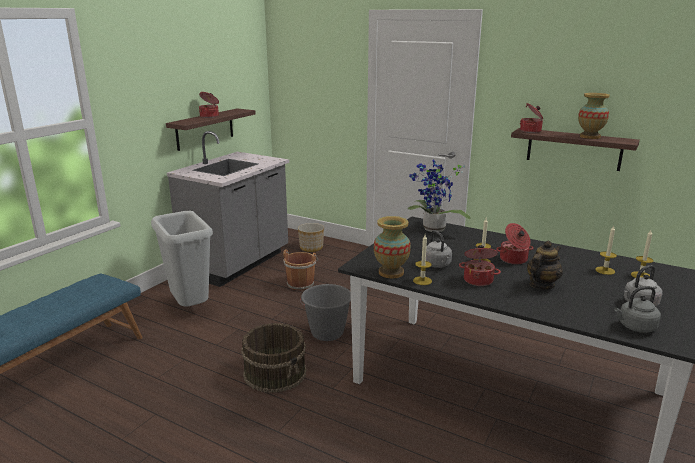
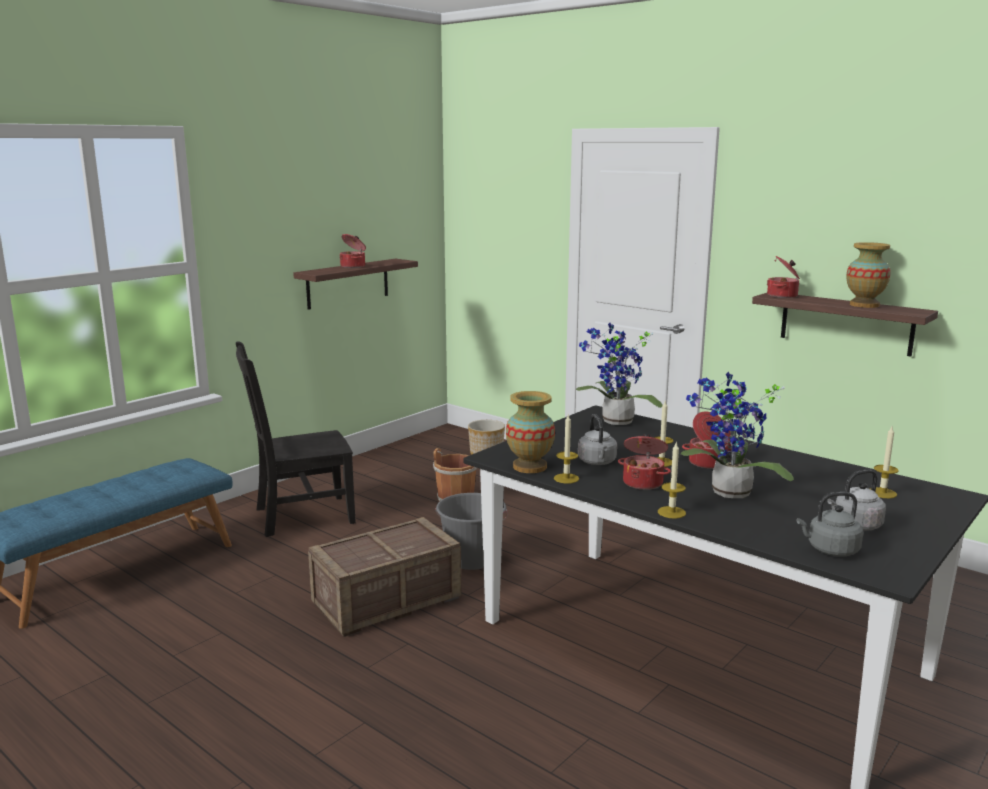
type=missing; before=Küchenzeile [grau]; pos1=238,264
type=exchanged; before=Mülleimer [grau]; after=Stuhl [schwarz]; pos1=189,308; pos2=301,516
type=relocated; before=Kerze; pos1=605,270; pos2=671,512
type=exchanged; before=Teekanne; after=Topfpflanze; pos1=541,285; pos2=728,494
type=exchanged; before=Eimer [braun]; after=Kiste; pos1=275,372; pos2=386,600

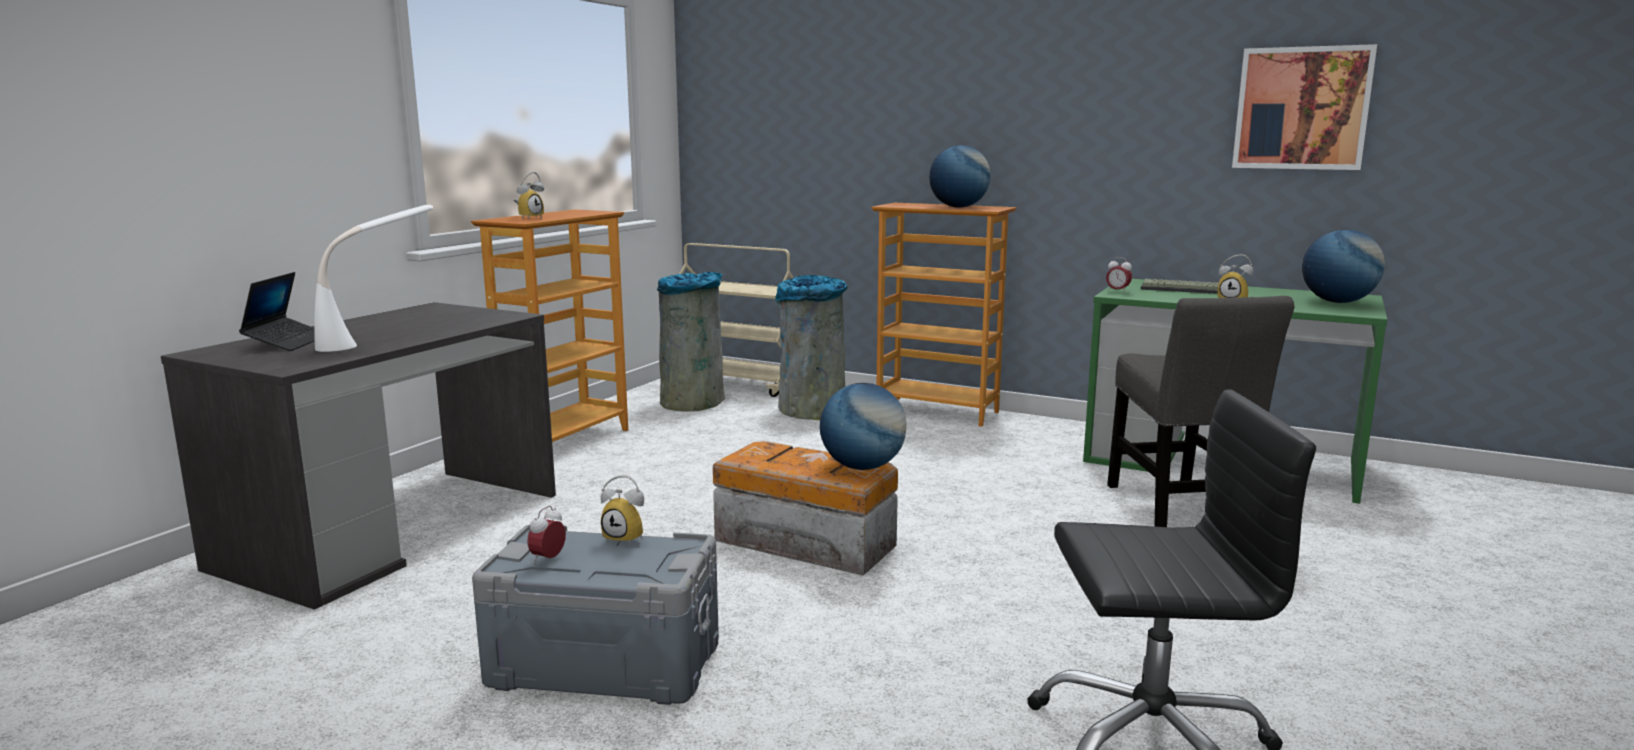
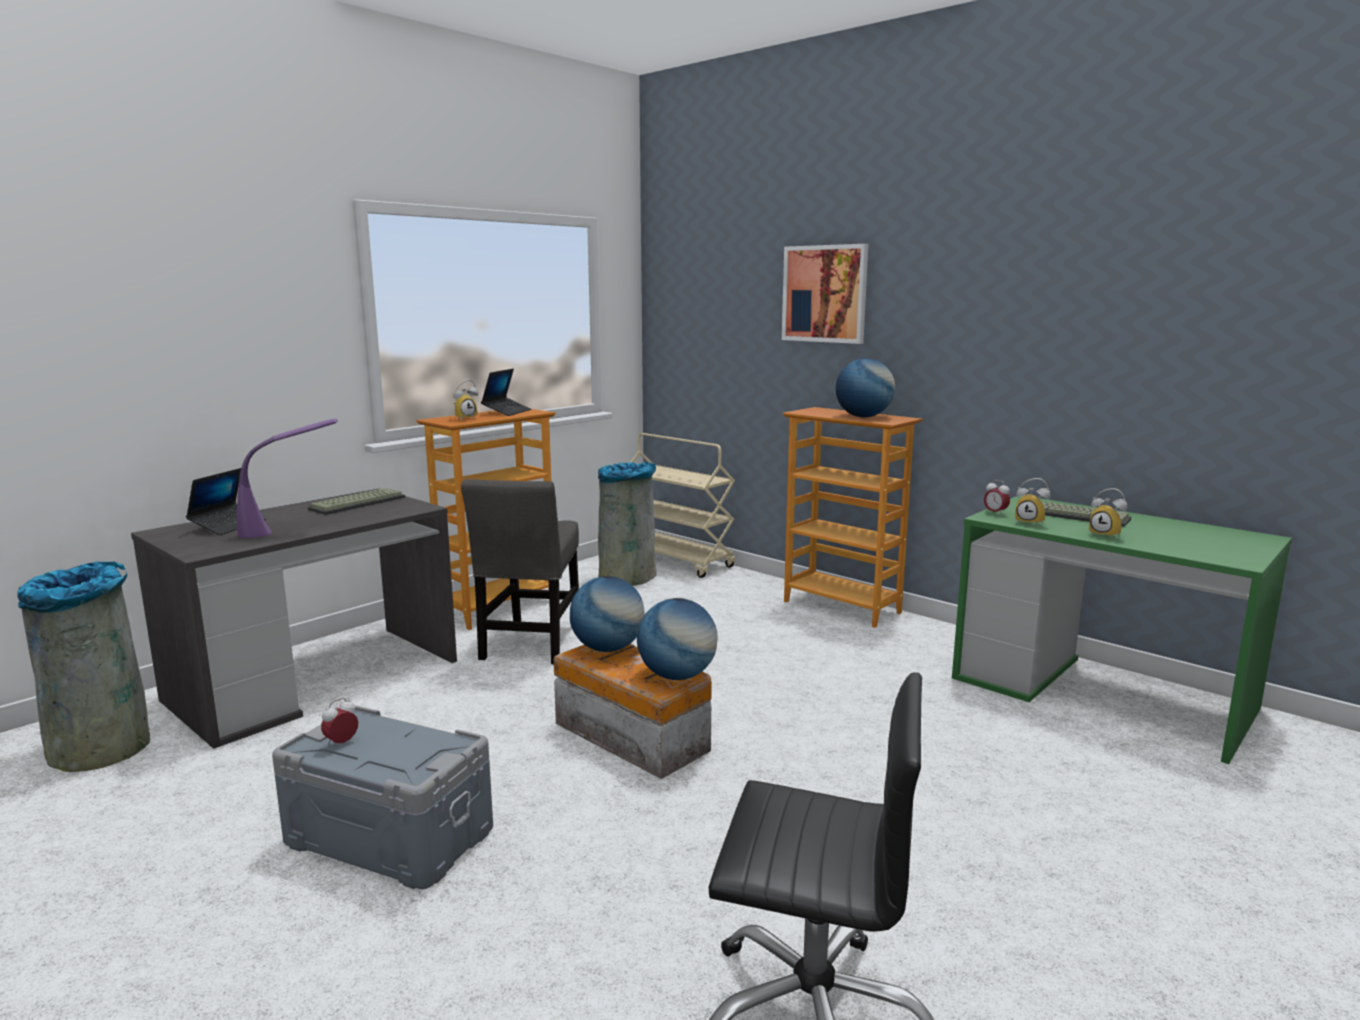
type=relocated; before=Bild; pos1=1301,108; pos2=825,294
type=colour; before=Tischlampe [weiß]; after=Tischlampe [lila]; pos1=382,342; pos2=294,531
type=relocated; before=Globus; pos1=1337,302; pos2=607,648
type=relocated; before=Mülleimer [grau]; pos1=811,410; pos2=101,746
type=relocated; before=Stuhl [grau]; pos1=1180,509; pos2=531,644
type=relocated; before=Wecker; pos1=627,538; pos2=1031,522
type=appeared; after=Laptop; pos2=507,412
type=appeared; after=Tastatur; pos2=358,503

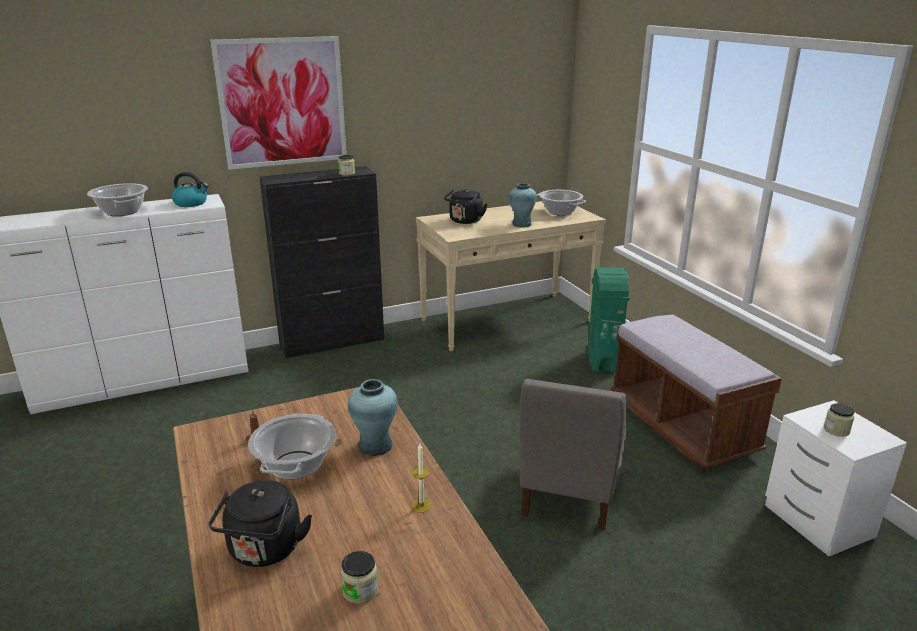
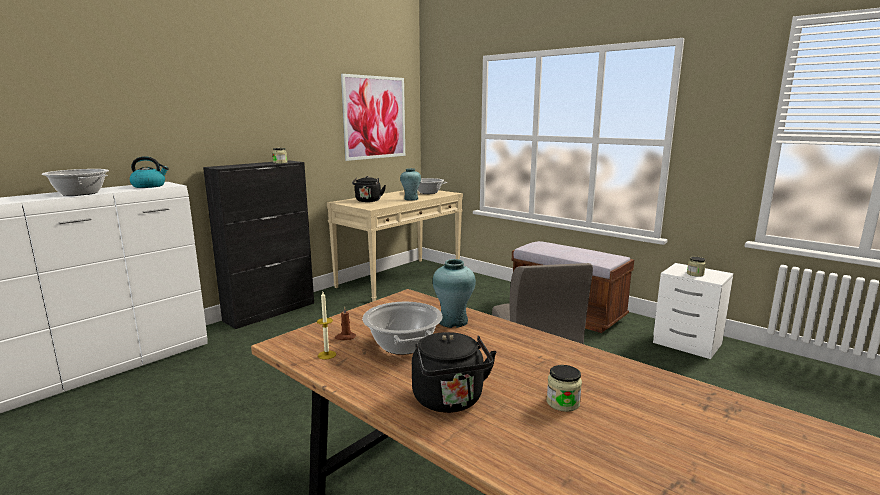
type=relocated; before=Bild; pos1=282,102; pos2=374,117
type=missing; before=Mülleimer [grün]; pos1=603,361
type=relocated; before=Kerze; pos1=421,505; pos2=327,355

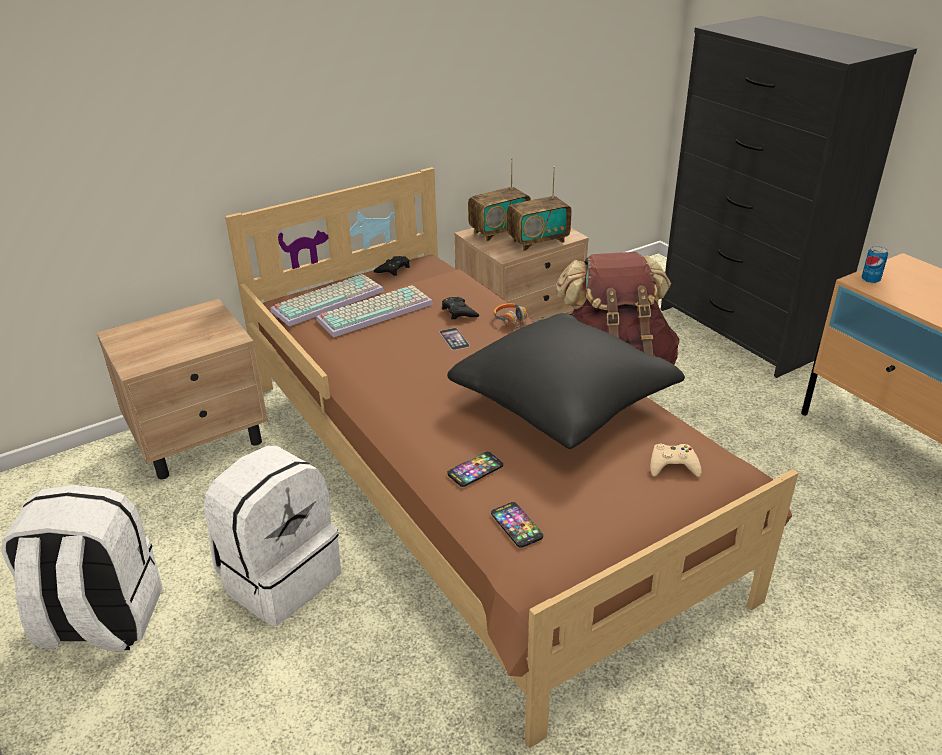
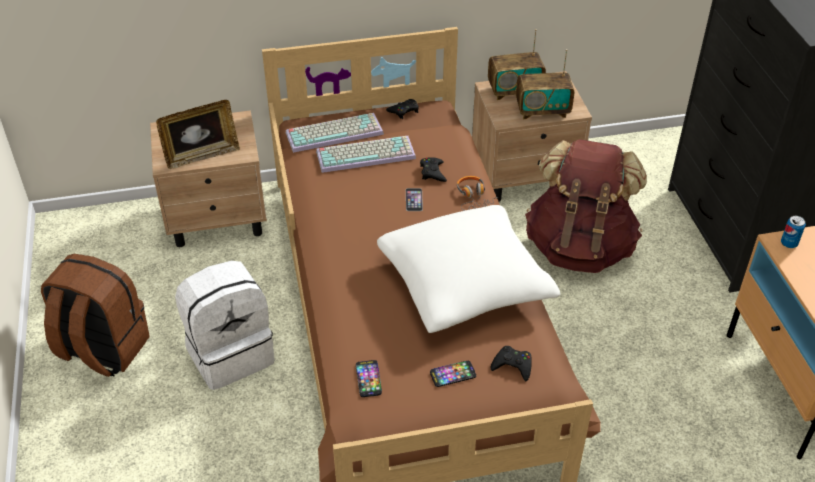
type=colour; before=Kissen [schwarz]; after=Kissen [weiß]; pos1=563,401; pos2=465,284
type=colour; before=Gamepad [beige]; after=Gamepad [schwarz]; pos1=673,465; pos2=513,365
type=relocated; before=Handy; pos1=475,470; pos2=453,374
type=colour; before=Rucksack [weiß]; after=Rucksack [braun]; pos1=101,621; pos2=102,349
type=appeared; after=Bilderrahmen; pos2=202,155

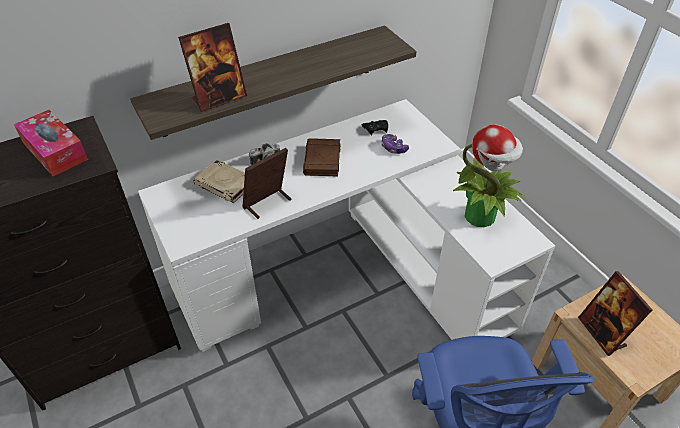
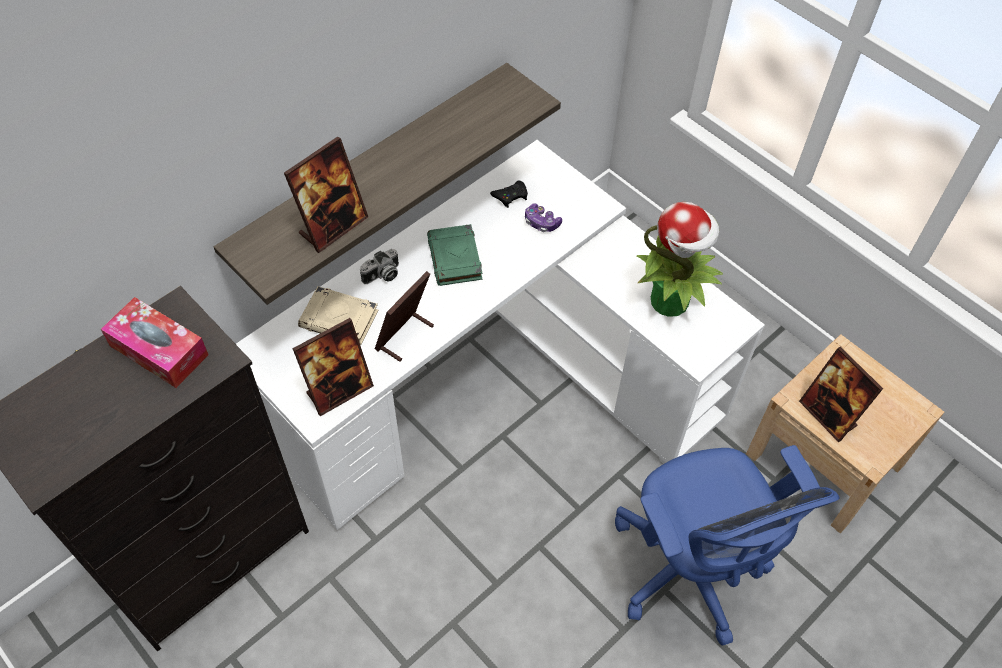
type=colour; before=Buch [braun]; after=Buch [grün]; pos1=322,161; pos2=455,259
type=appeared; after=Bilderrahmen; pos2=339,390

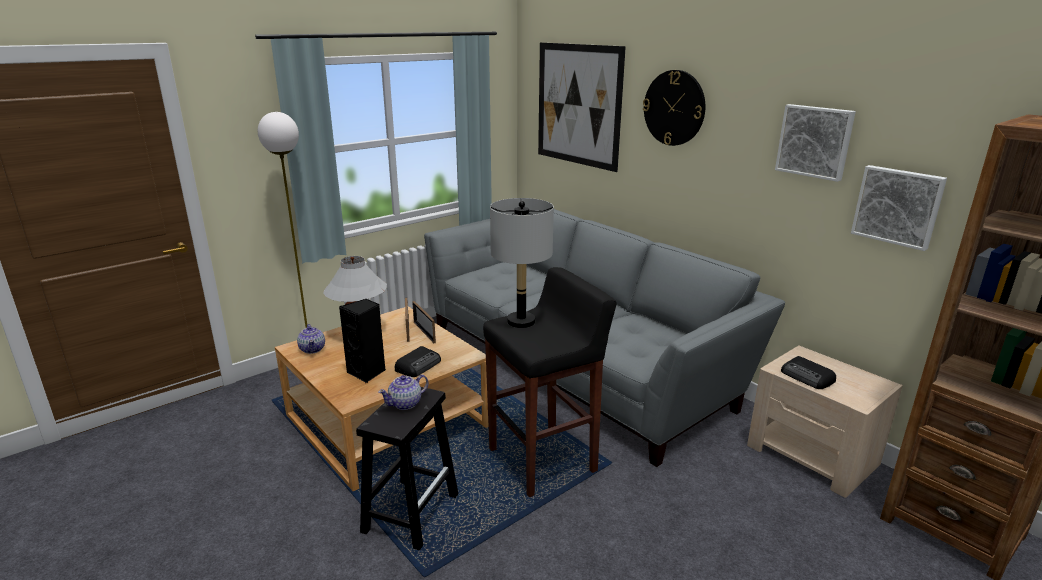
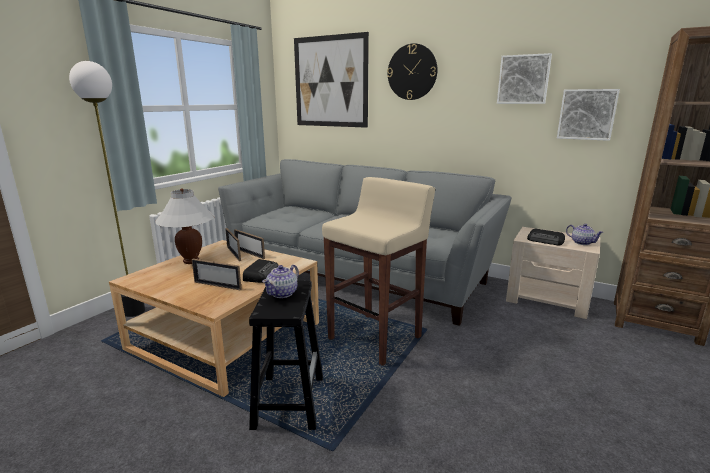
type=missing; before=Tischlampe [grau]; pos1=521,321
type=colour; before=Hocker [schwarz]; after=Hocker [beige]; pos1=544,460; pos2=376,337
type=exchanged; before=Lautsprecher [schwarz]; after=Bilderrahmen; pos1=367,372; pos2=217,285
type=relocated; before=Teekanne; pos1=312,349; pos2=581,242

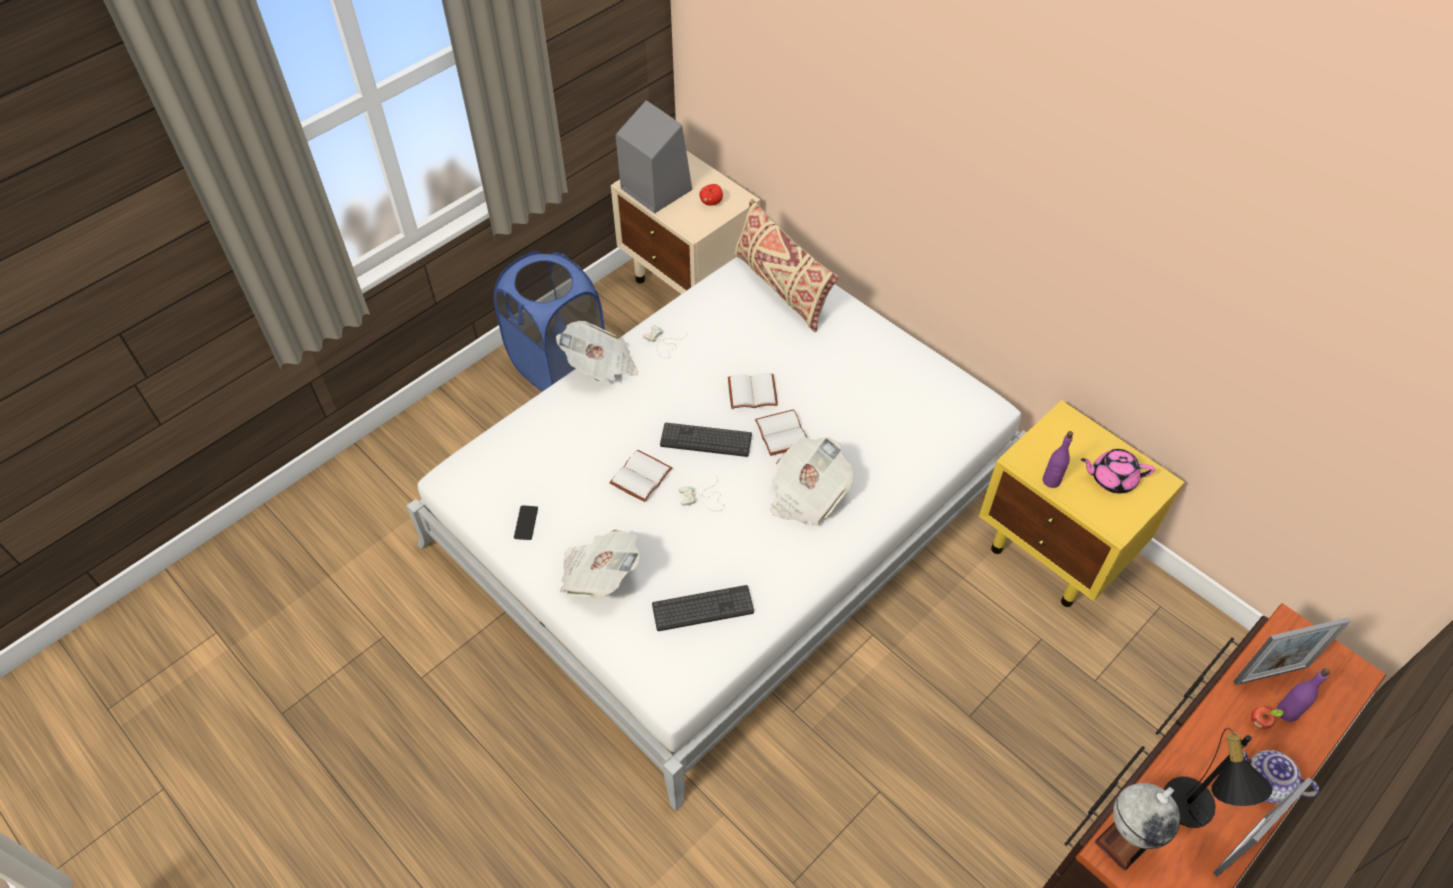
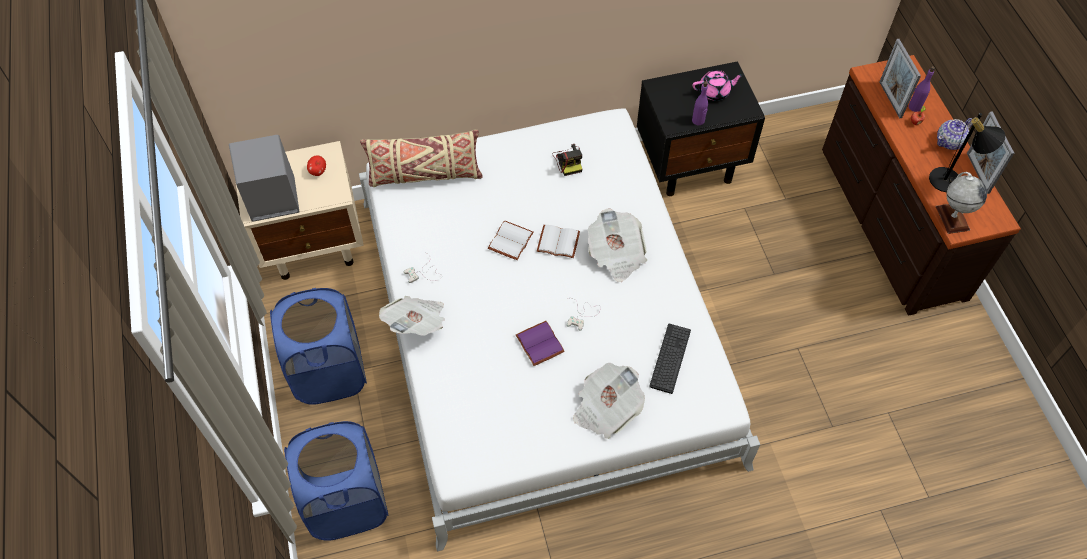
type=colour; before=Nachttisch [gelb]; after=Nachttisch [schwarz]; pos1=1056,552; pos2=691,164
type=missing; before=Tastatur; pos1=706,440
type=colour; before=Buch [weiß]; after=Buch [lila]; pos1=640,475; pos2=538,344
type=spun; before=Teekanne [rosa]; pos1=1111,478; pos2=714,92; turn=-135
type=missing; before=Handy; pos1=526,523
type=spun; before=Bilderrahmen; pos1=1270,674; pos2=890,99; turn=150
type=appeared; after=Kamera; pos2=568,161
type=appeared; after=Wäschekorb [blau]; pos2=348,503

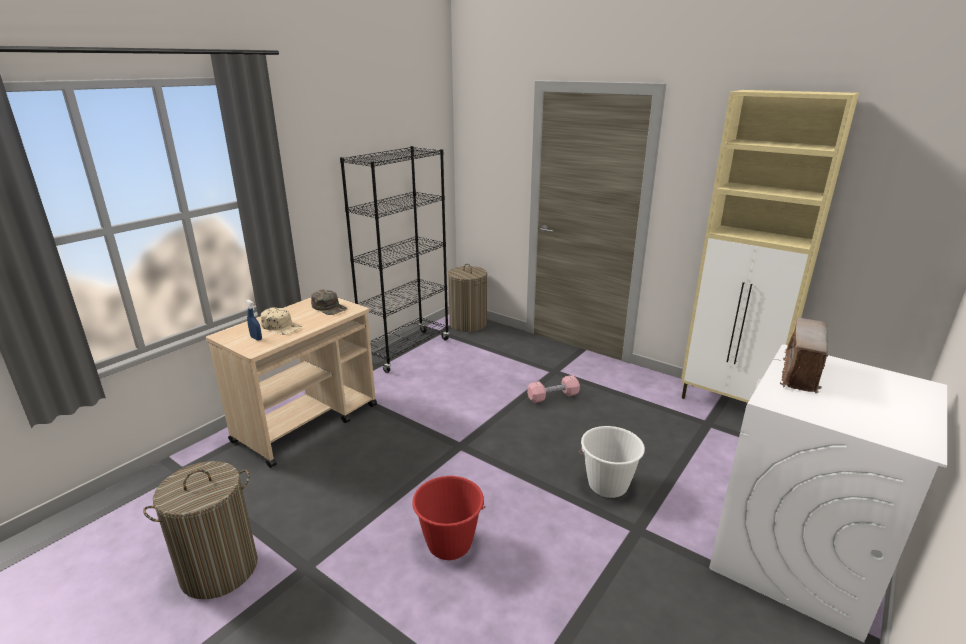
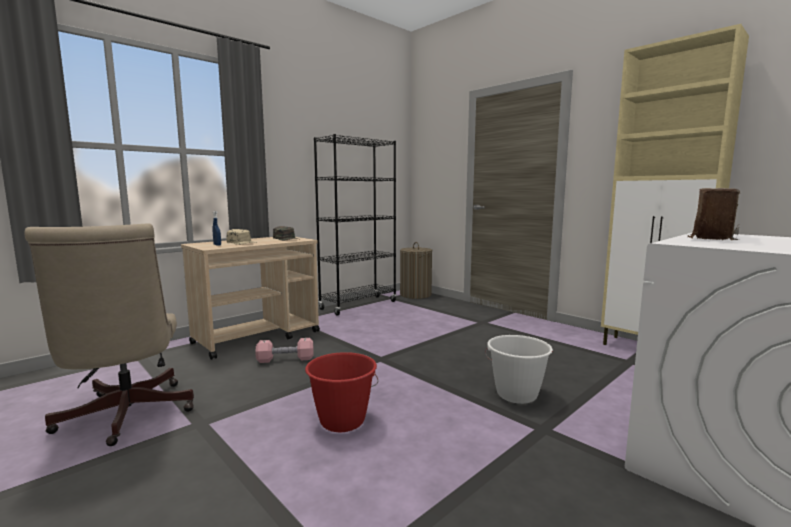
type=relocated; before=Hantel [rosa]; pos1=553,397; pos2=285,359
type=exchanged; before=Wäschekorb; after=Bürostuhl [beige]; pos1=219,569; pos2=124,417

